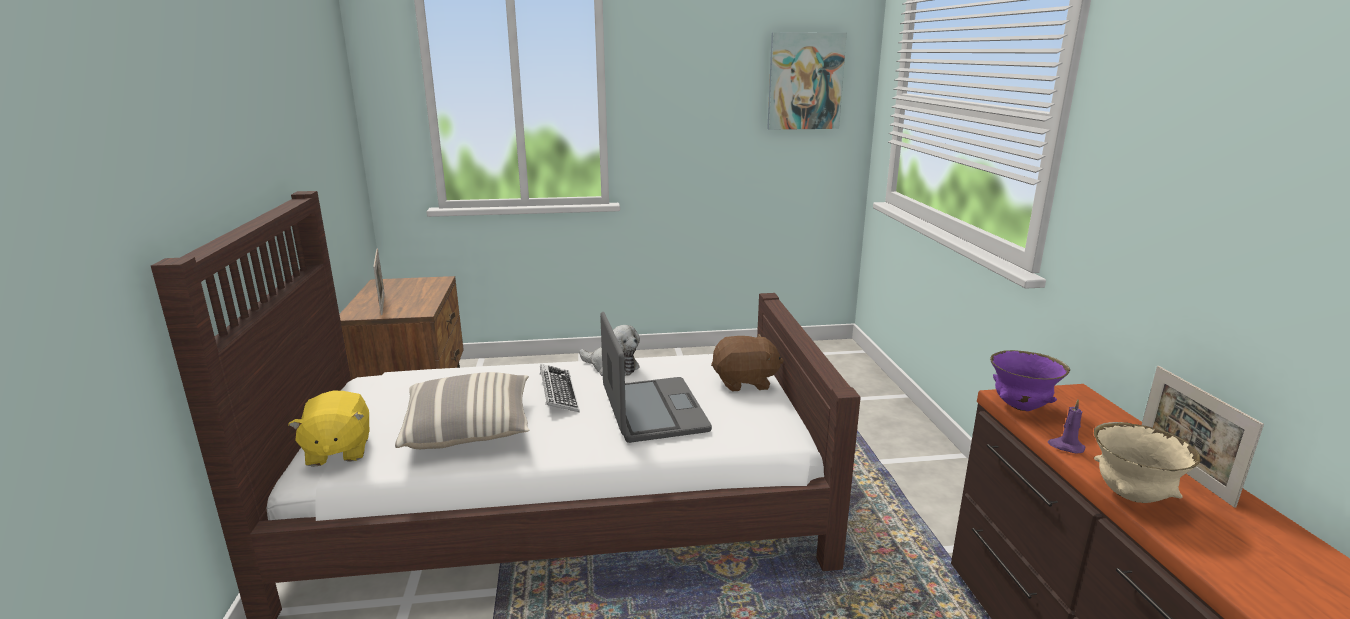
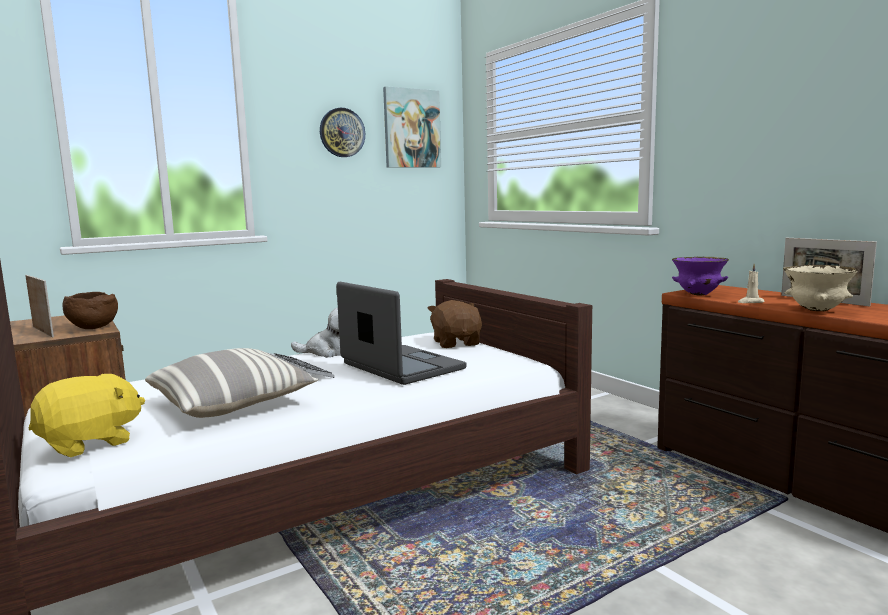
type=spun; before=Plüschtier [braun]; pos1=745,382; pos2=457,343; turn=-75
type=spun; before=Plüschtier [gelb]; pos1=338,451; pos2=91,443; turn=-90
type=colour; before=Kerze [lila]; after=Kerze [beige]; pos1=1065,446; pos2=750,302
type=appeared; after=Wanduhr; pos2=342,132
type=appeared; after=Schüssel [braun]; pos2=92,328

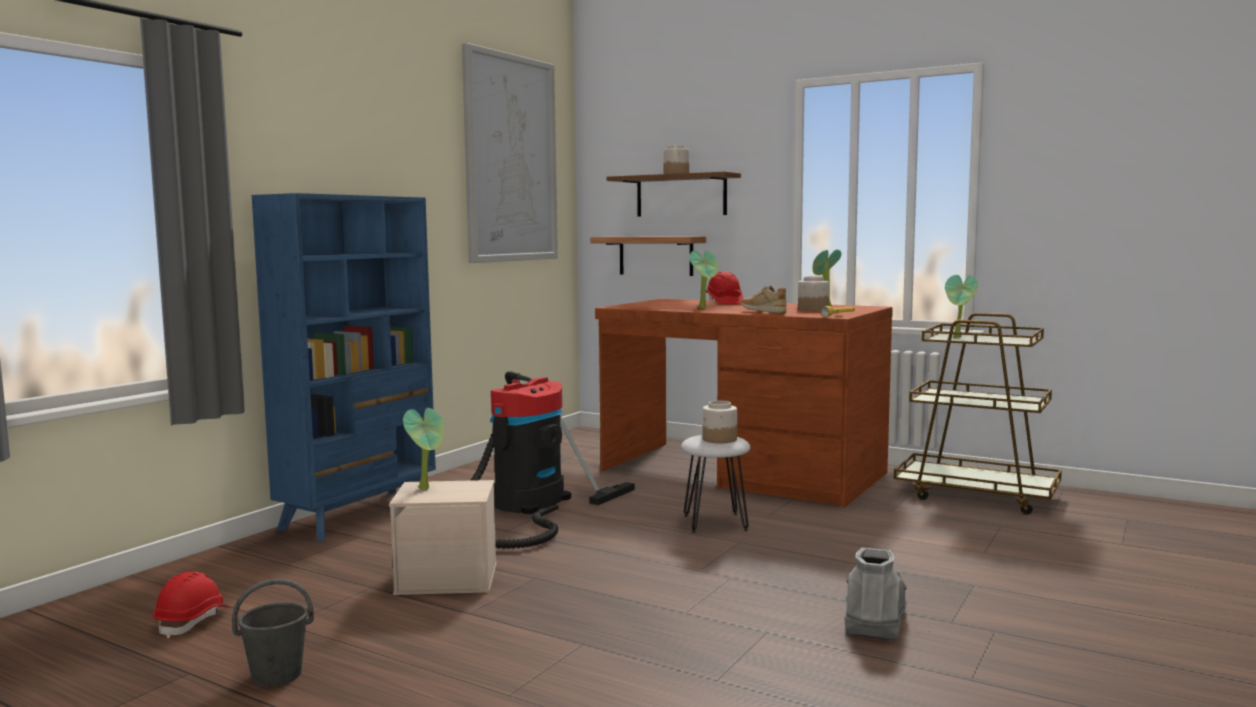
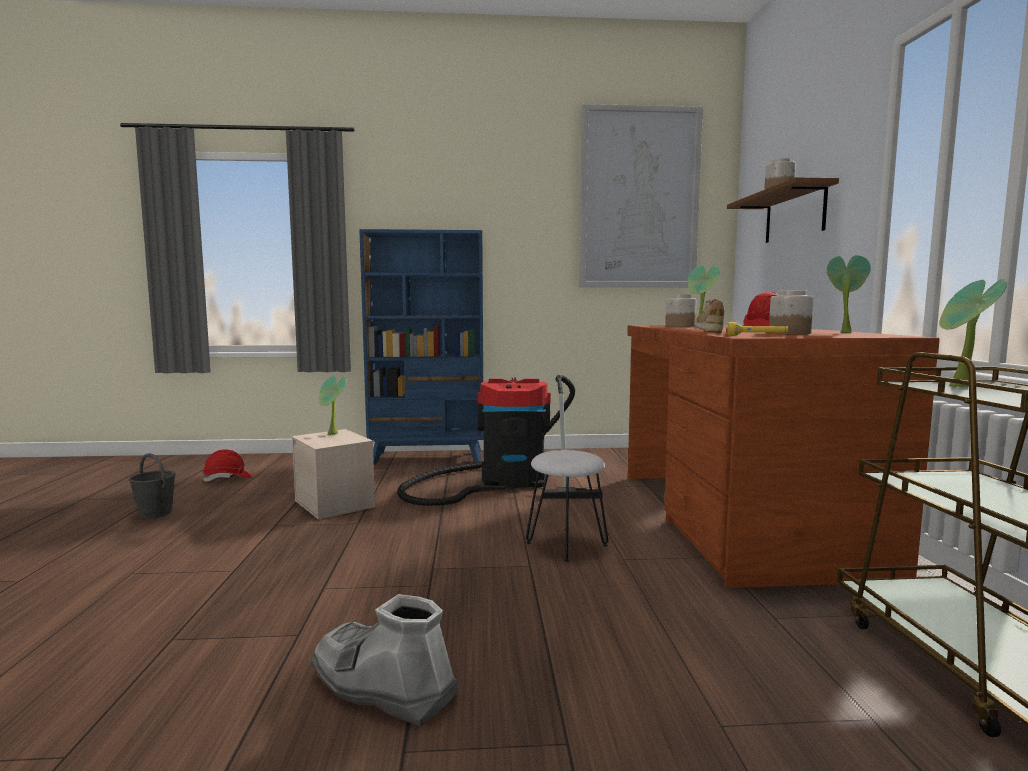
type=missing; before=Wandregal; pos1=656,255
type=relocated; before=Vorratsglas; pos1=719,439; pos2=679,326
type=spun; before=Stiefel [grau]; pos1=874,616; pos2=382,686; turn=-135

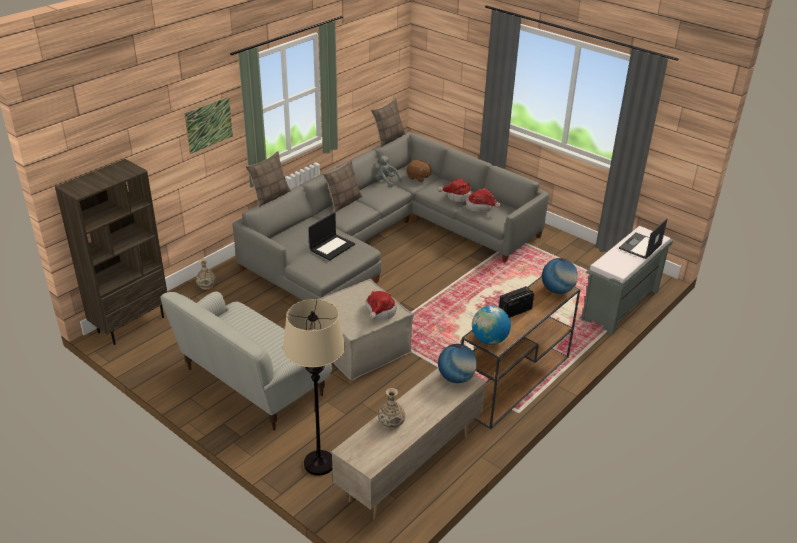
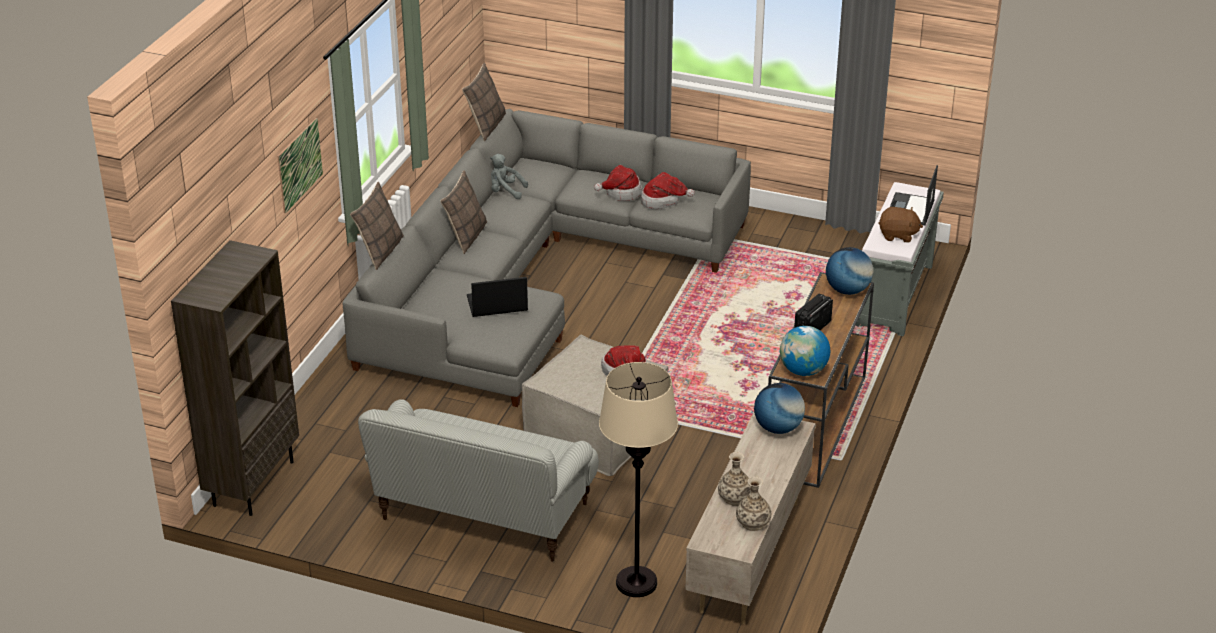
type=relocated; before=Plüschtier [braun]; pos1=418,177; pos2=898,235
type=spun; before=Laptop; pos1=332,247; pos2=496,304; turn=-120
type=relocated; before=Vase; pos1=206,285; pos2=753,522

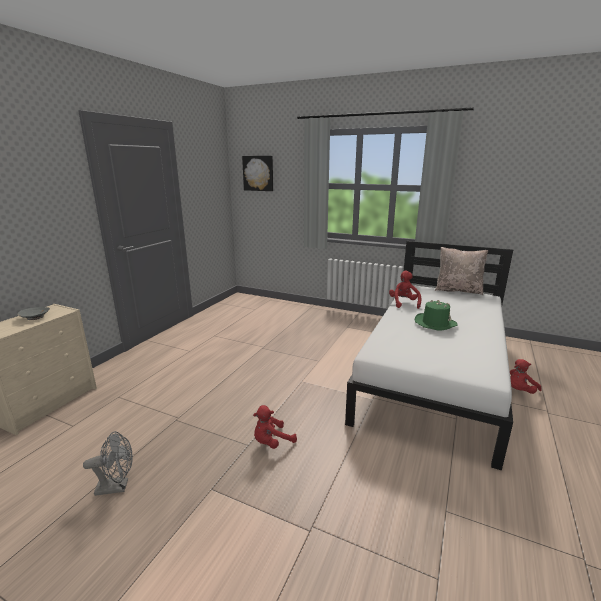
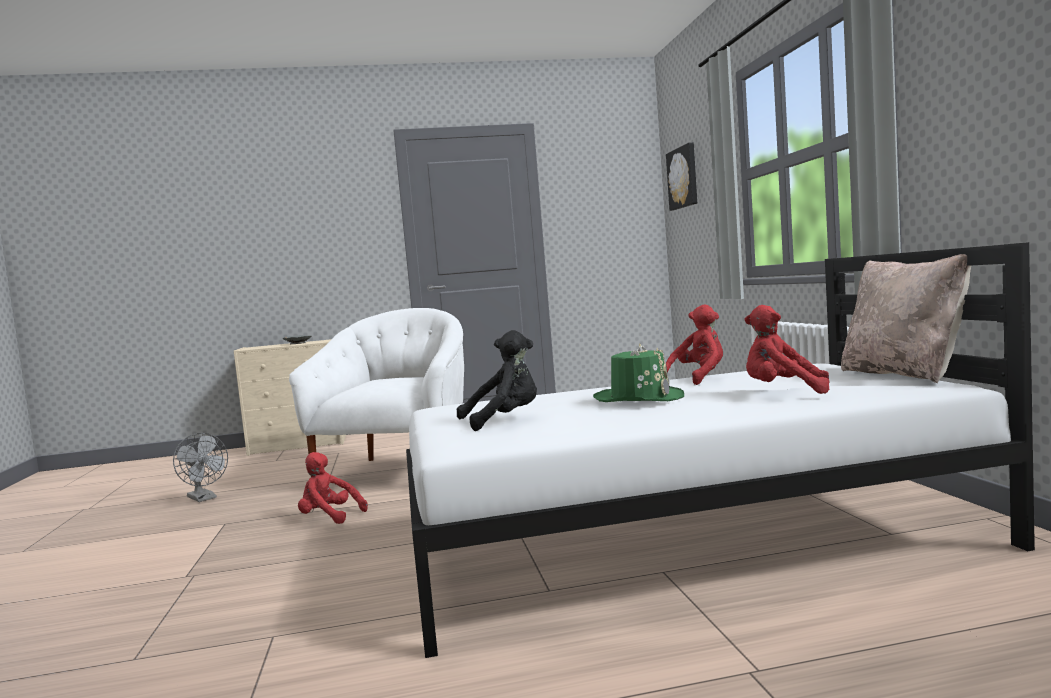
type=relocated; before=Plüschtier [rot]; pos1=520,391; pos2=783,392
type=appeared; after=Sessel [weiß]; pos2=401,473
type=appeared; after=Plüschtier [schwarz]; pos2=504,420

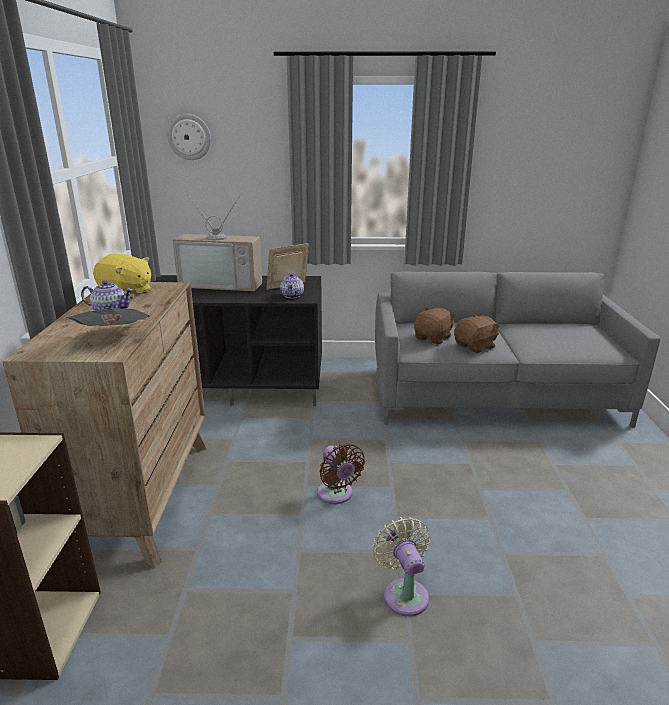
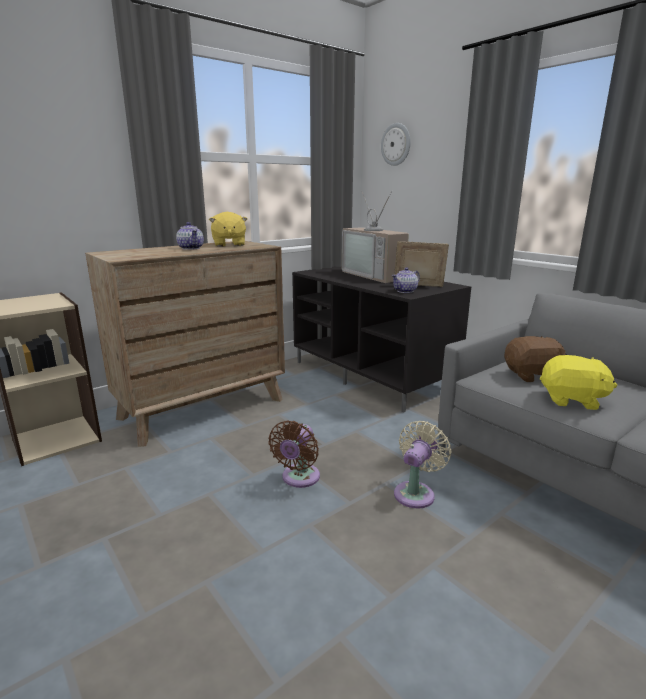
type=missing; before=Zeitung; pos1=114,337
type=colour; before=Plüschtier [braun]; after=Plüschtier [gelb]; pos1=475,346; pos2=572,400
type=relocated; before=Ventilator [beige]; pos1=404,593; pos2=416,492

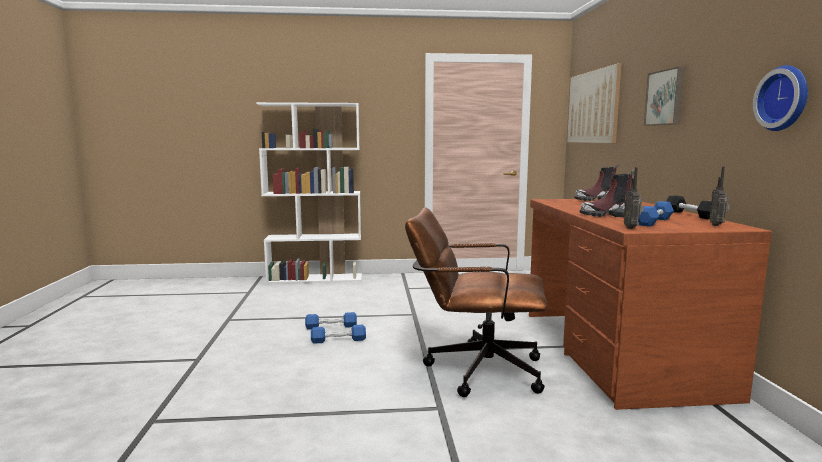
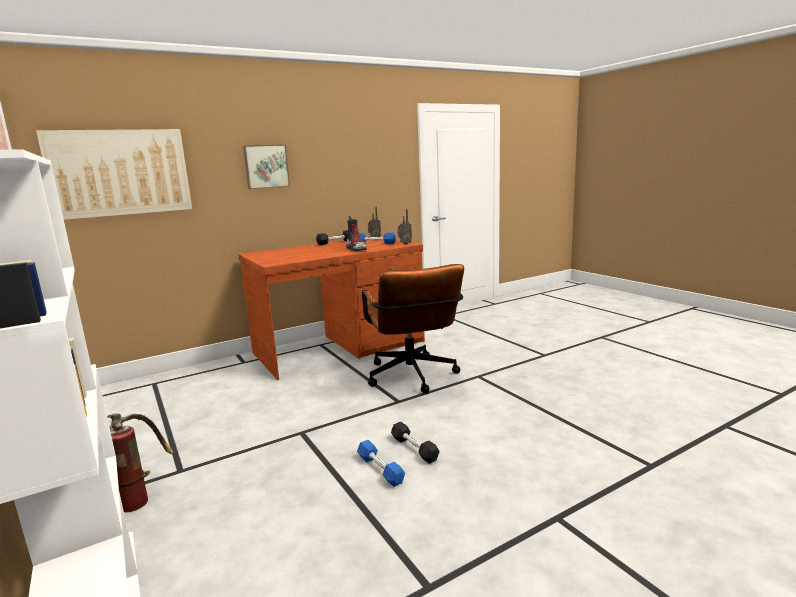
type=missing; before=Wanduhr; pos1=785,98
type=missing; before=Stiefel; pos1=596,200
type=colour; before=Hantel [blau]; after=Hantel [schwarz]; pos1=338,340; pos2=414,448
type=appeared; after=Feuerlöscher; pos2=141,496

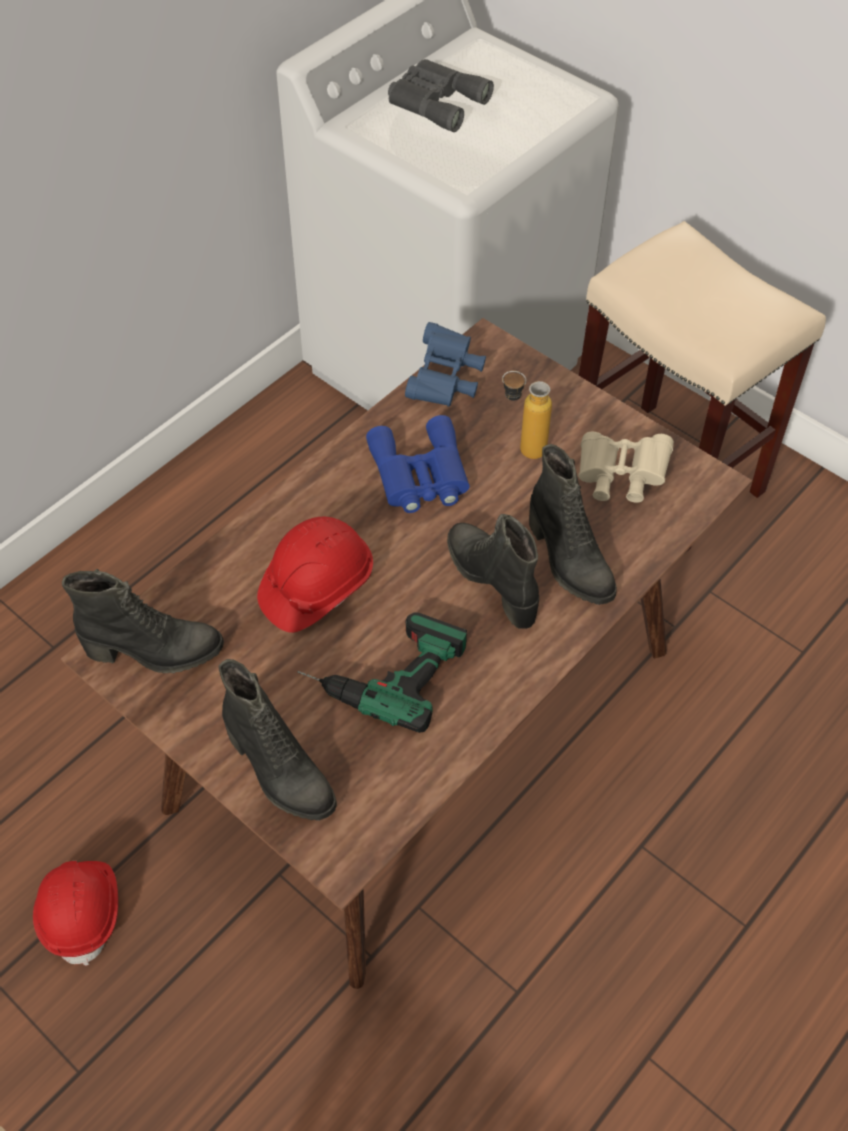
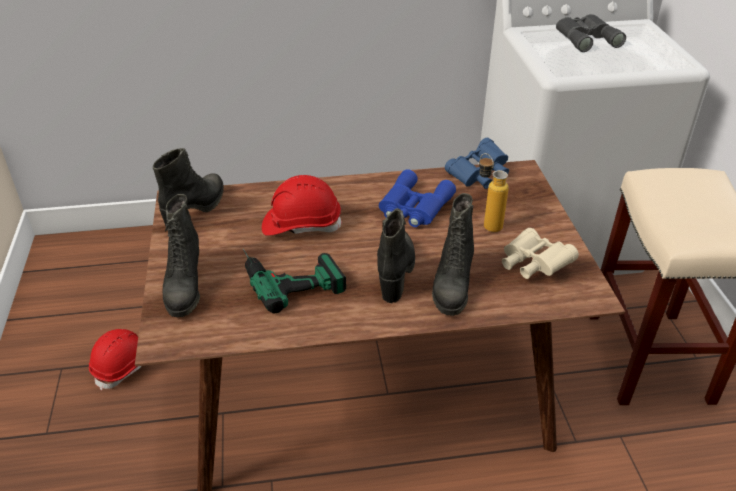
type=spun; before=Stiefel [schwarz]; pos1=154,652; pos2=196,209; turn=-105

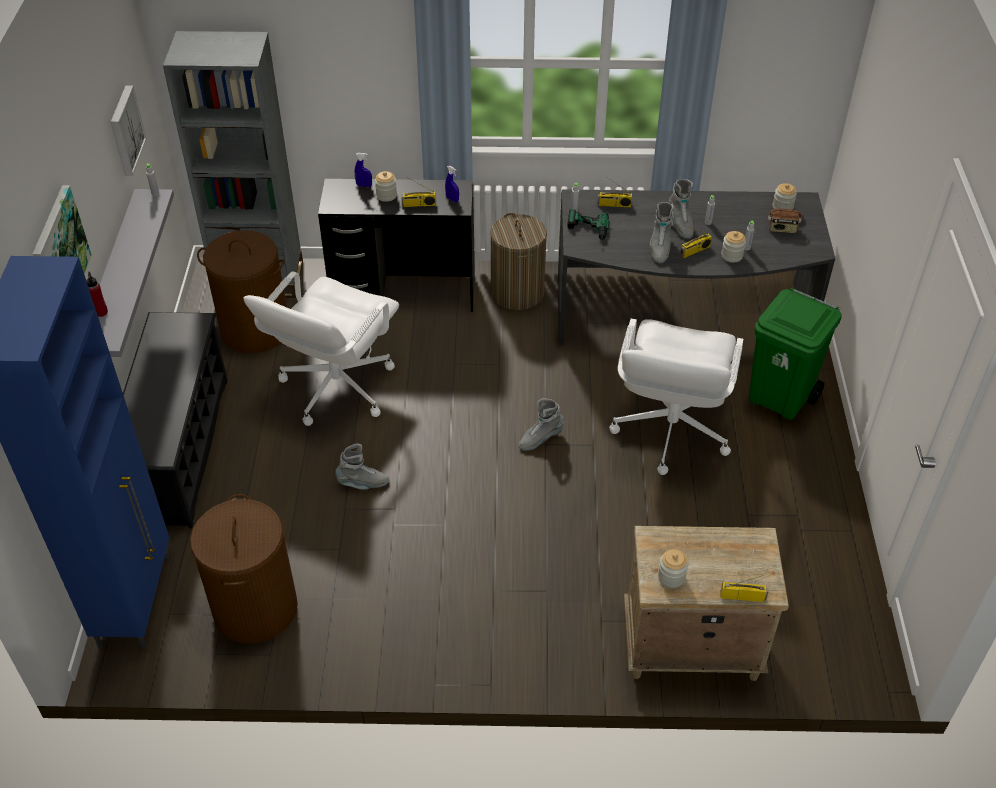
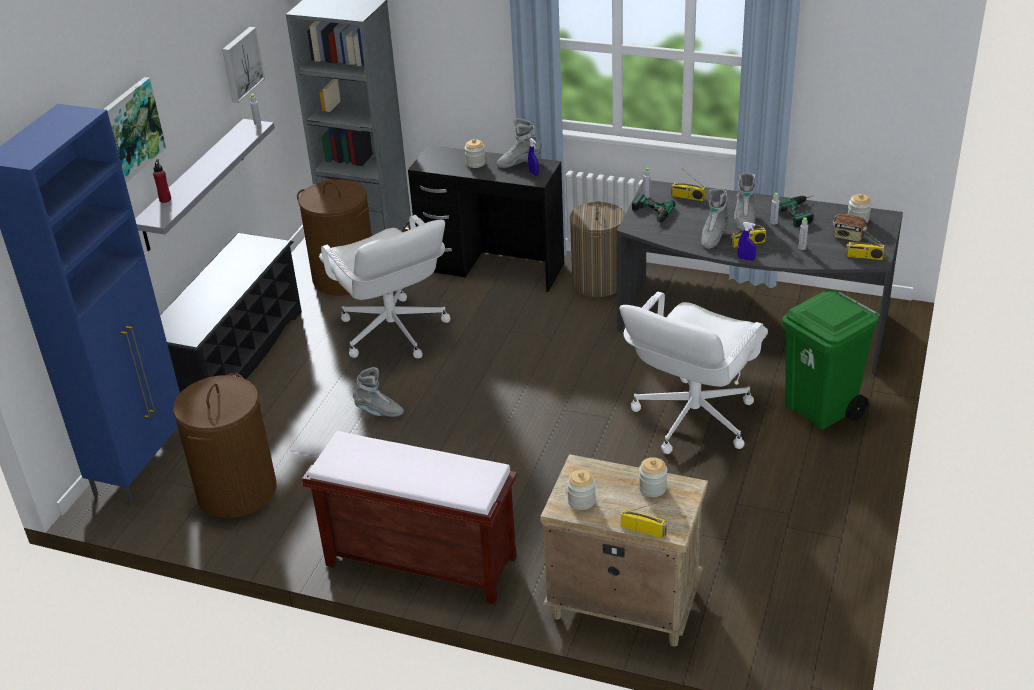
type=relocated; before=Sprühflasche [blau]; pos1=364,185; pos2=746,259
type=relocated; before=Radio; pos1=418,204; pos2=864,257
type=relocated; before=Vorratsglas; pos1=732,255; pos2=652,488
type=spun; before=Bürostuhl [weiß]; pos1=335,387; pos2=392,332; turn=-75
type=relocated; before=Stiefel [grau]; pos1=540,439; pos2=519,163
type=appeared; after=Bohrmaschine; pos2=802,212
type=appeared; after=Bank [braun]; pos2=419,561

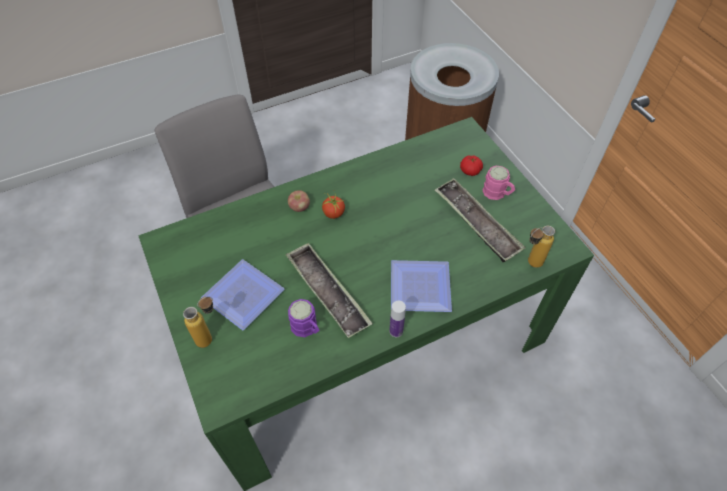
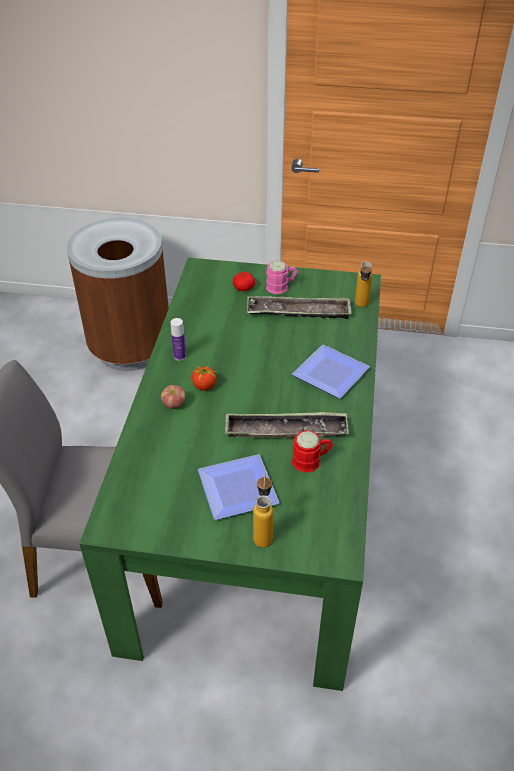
type=colour; before=Henkelbecher [lila]; after=Henkelbecher [rot]; pos1=307,328; pos2=311,460
type=relocated; before=Flasche; pos1=396,331; pos2=180,356

